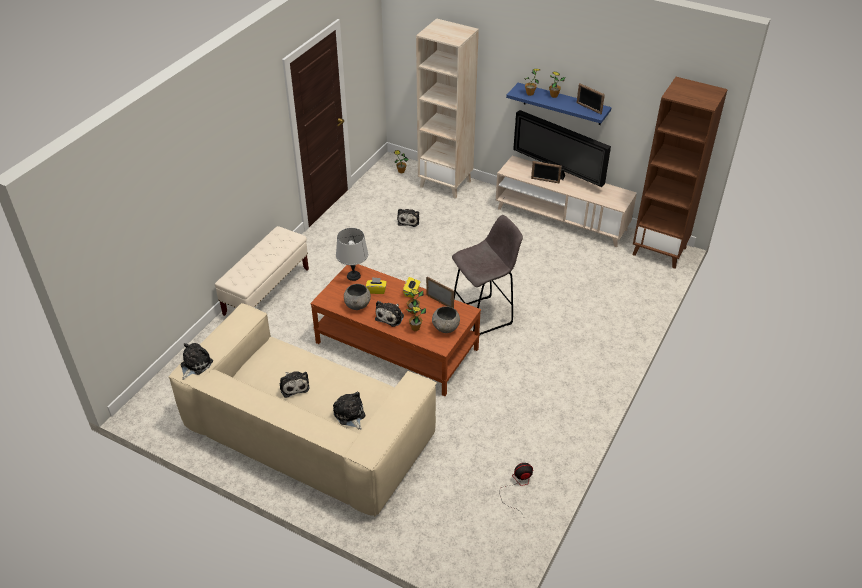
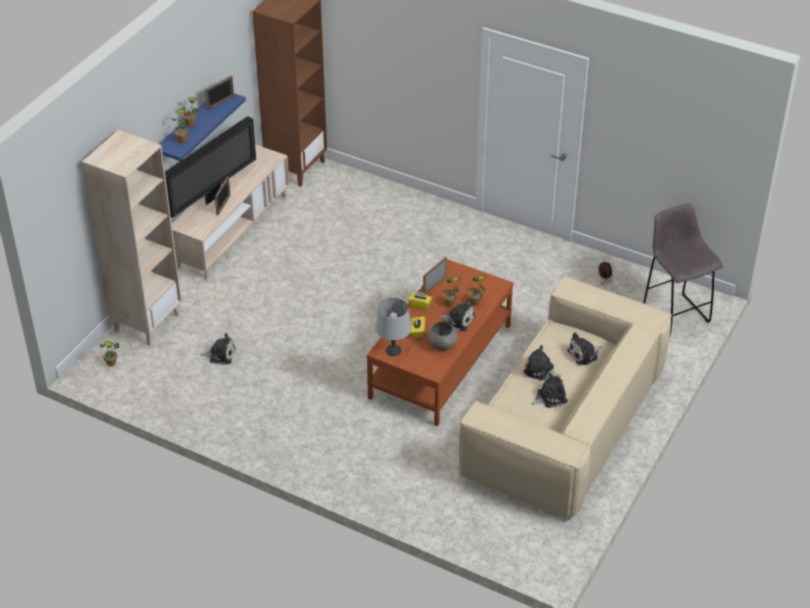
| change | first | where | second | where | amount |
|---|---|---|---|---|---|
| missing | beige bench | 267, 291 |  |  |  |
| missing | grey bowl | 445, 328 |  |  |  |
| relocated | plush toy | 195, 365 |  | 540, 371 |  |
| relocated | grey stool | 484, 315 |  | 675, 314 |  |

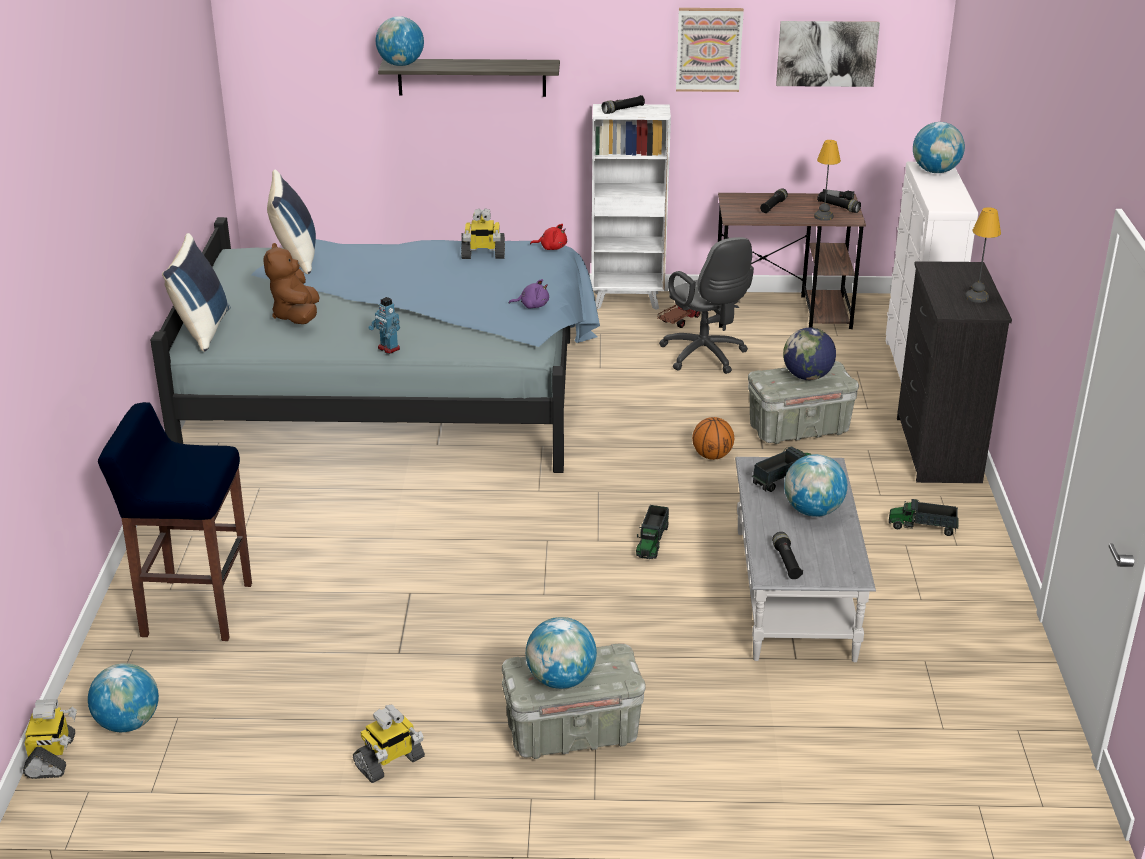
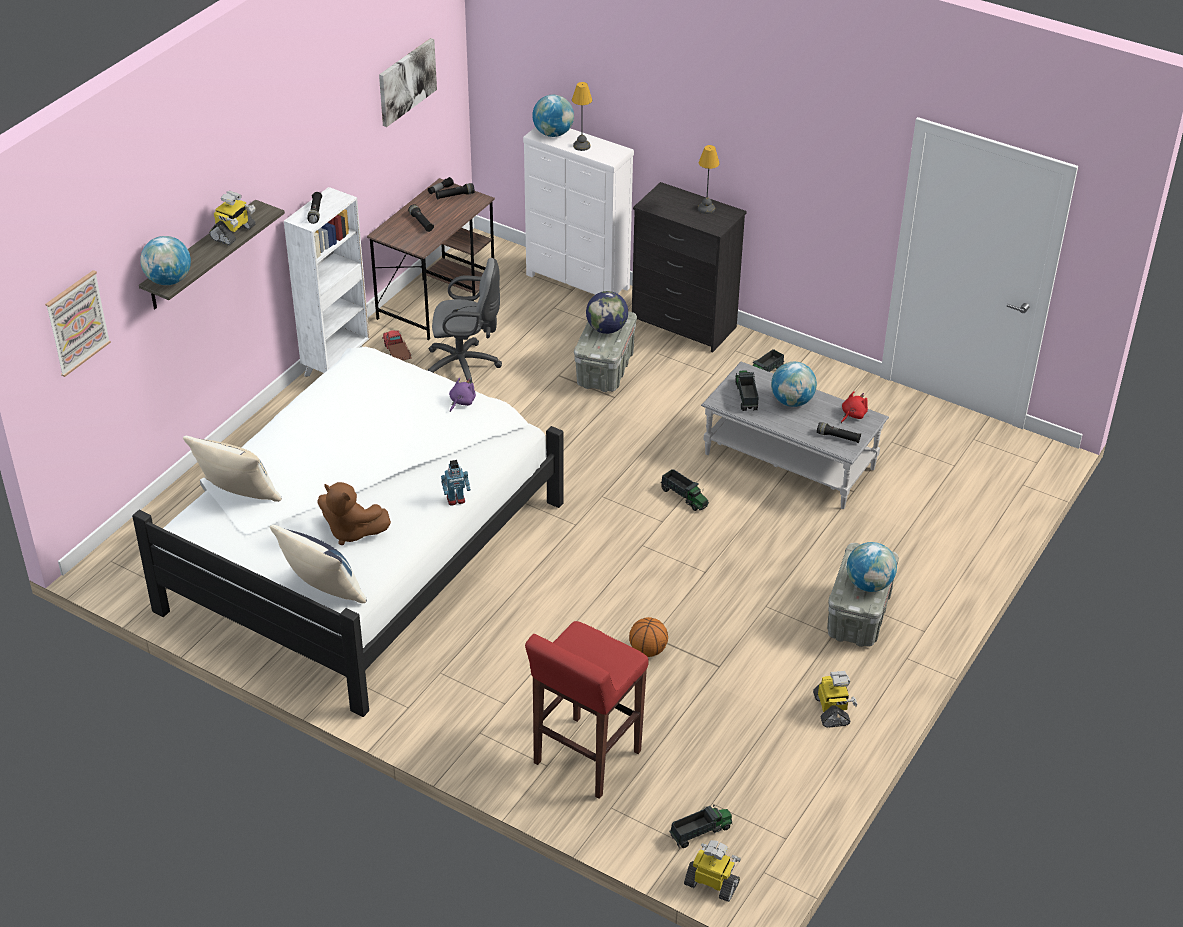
| change | first | where | second | where | amount |
|---|---|---|---|---|---|
| relocated | toy robot | 483, 255 |  | 233, 233 |  |
| relocated | red plush toy | 551, 248 |  | 852, 415 |  |
| relocated | picture | 709, 49 |  | 77, 322 |  |
| relocated | basketball | 712, 456 |  | 648, 650 |  |
| relocated | table lamp | 824, 216 |  | 582, 145 |  |
| exchanged | globe | 128, 723 | toy truck | 700, 832 |  |
| colour | blue stool | 195, 610 | red stool | 586, 758 |  |
| colour | blue bed | 397, 391 | white bed | 360, 545 |  |
| colour | blue pillow | 295, 257 | beige pillow | 236, 497 |  |

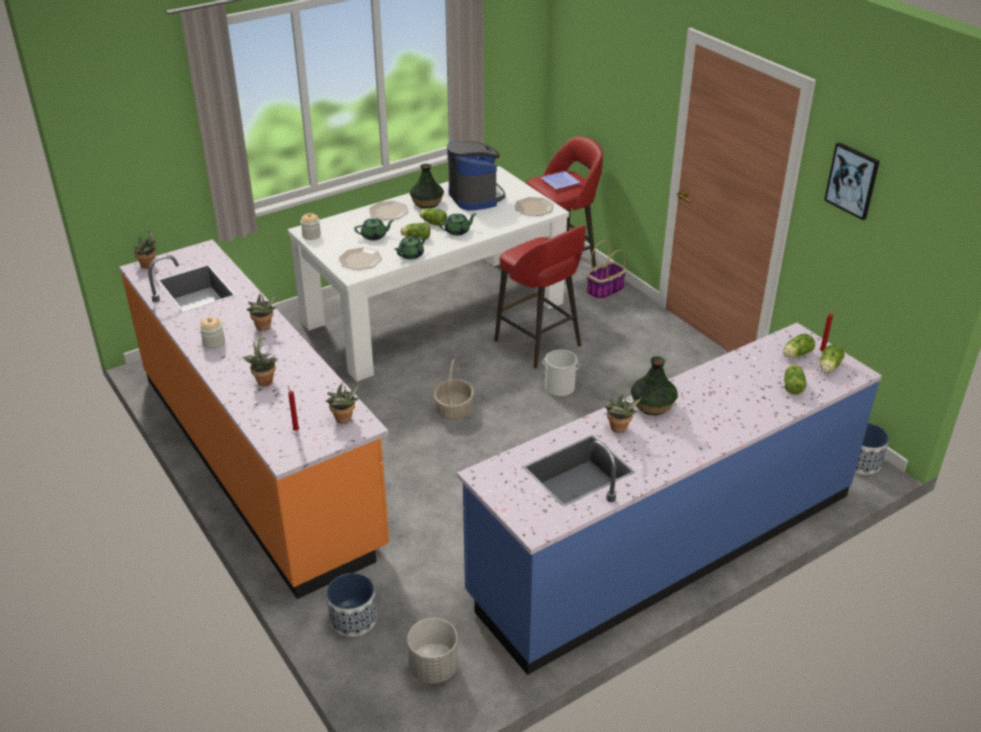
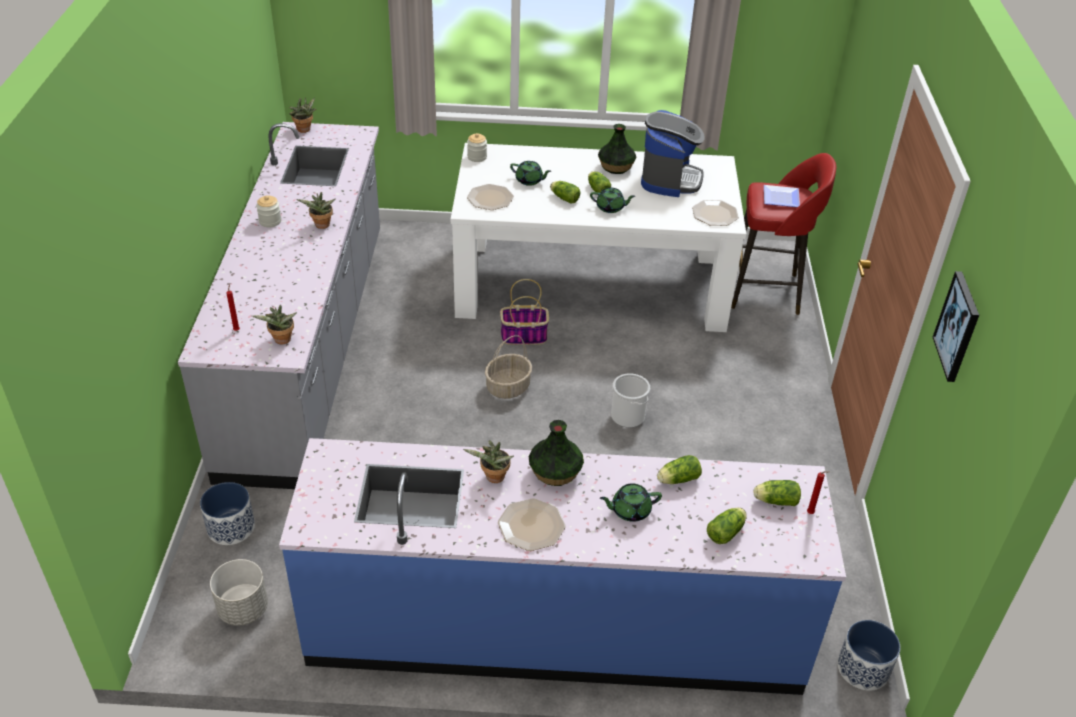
| change | first | where | second | where | amount |
|---|---|---|---|---|---|
| missing | potted plant | 264, 380 |  |  |  |
| missing | red stool | 539, 344 |  |  |  |
| relocated | plate | 388, 211 |  | 530, 526 |  |
| relocated | green teapot | 410, 255 |  | 630, 510 |  |
| relocated | basket | 605, 291 |  | 523, 336 |  |
| relocated | lettuce | 828, 367 |  | 677, 479 |  |
| colour | orange counter | 259, 458 | grey counter | 309, 347 |  |

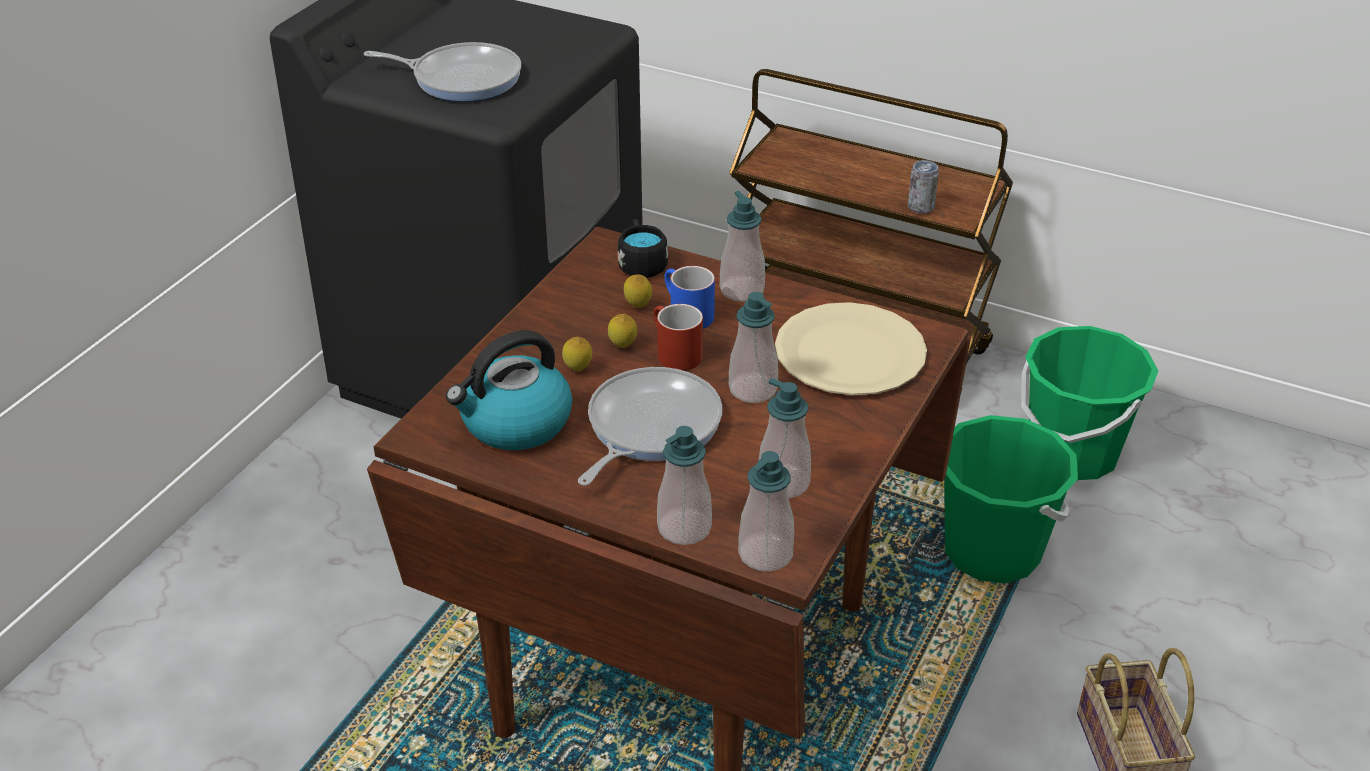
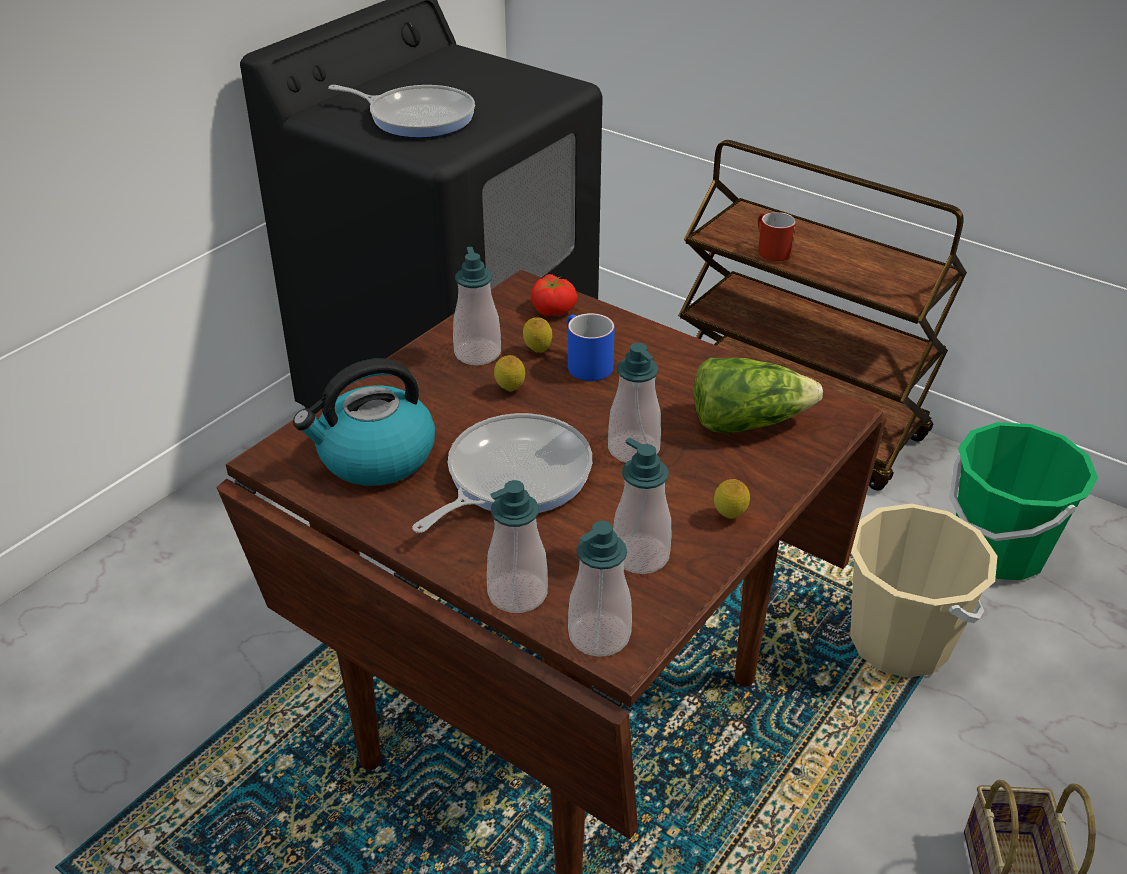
| change | first | where | second | where | amount |
|---|---|---|---|---|---|
| missing | can | 921, 207 |  |  |  |
| relocated | lemon | 578, 370 |  | 729, 517 |  |
| relocated | red mug | 673, 353 |  | 769, 250 |  |
| relocated | soap dispenser | 742, 290 |  | 477, 353 |  |
| exchanged | black mug | 641, 263 | tomato | 554, 309 |  |
| exchanged | beige plate | 849, 353 | lettuce | 747, 421 |  |
| colour | green bucket | 992, 551 | beige bucket | 899, 641 |  |

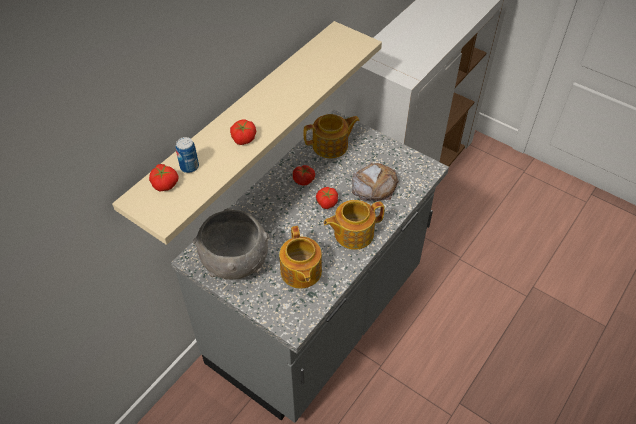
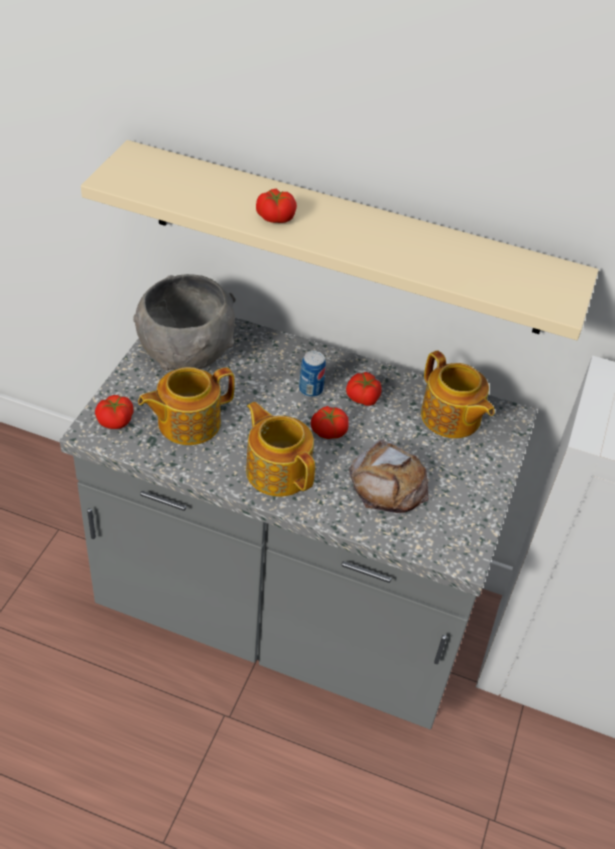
| change | first | where | second | where | amount |
|---|---|---|---|---|---|
| relocated | tomato | 165, 184 |  | 116, 421 |  |
| relocated | can | 189, 167 |  | 311, 390 |  |

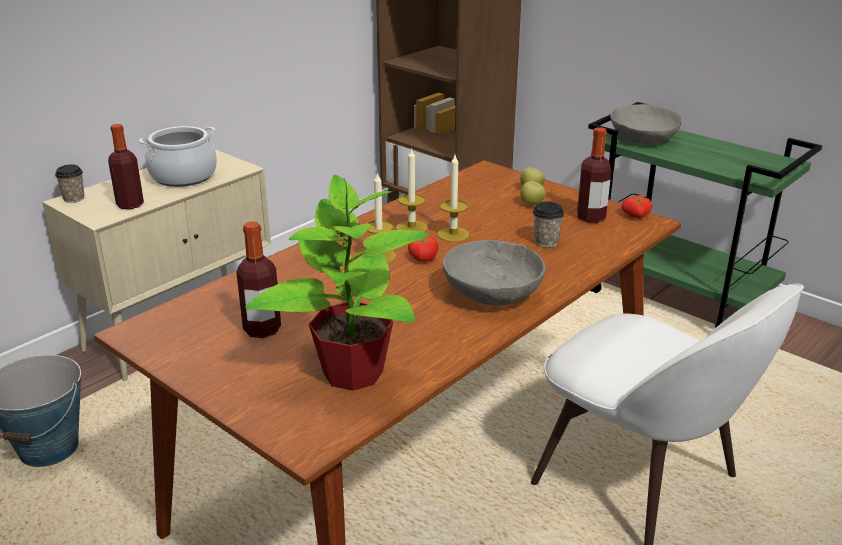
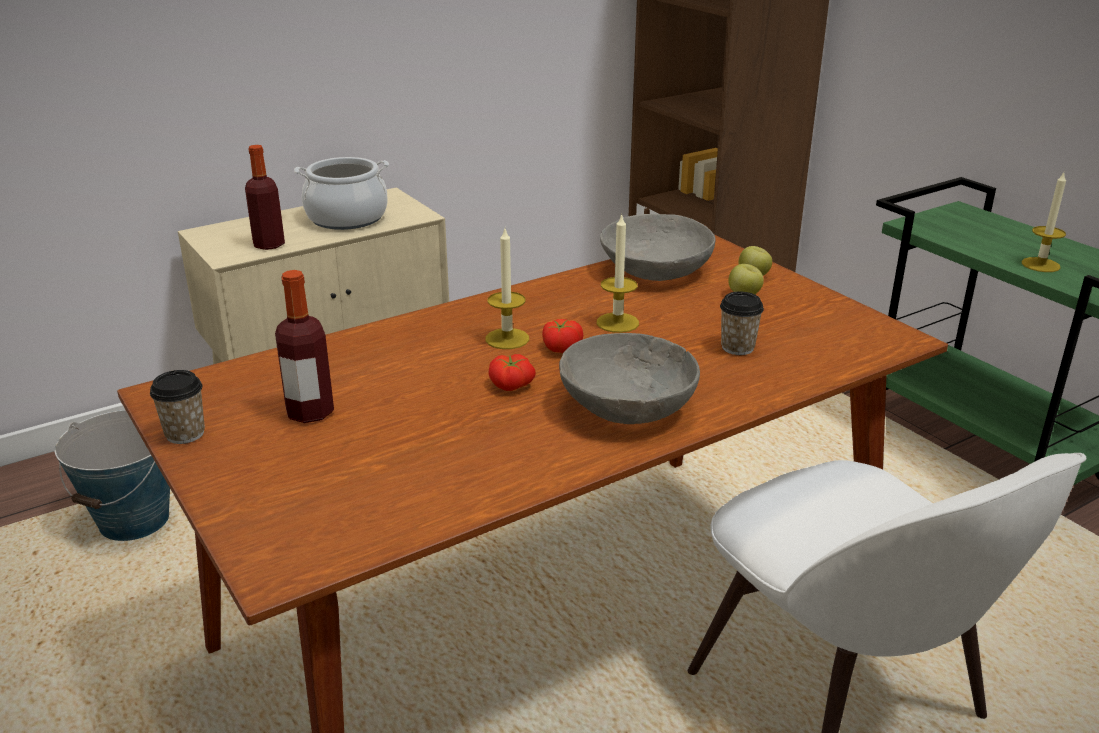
| change | first | where | second | where | amount |
|---|---|---|---|---|---|
| missing | potted plant | 351, 372 |  |  |  |
| missing | bottle | 591, 217 |  |  |  |
| relocated | cup | 74, 198 |  | 185, 434 |  |
| relocated | candle | 411, 228 |  | 1040, 265 |  |
| relocated | grey bowl | 643, 138 |  | 656, 270 |  |
| relocated | tomato | 636, 216 |  | 510, 386 |  |

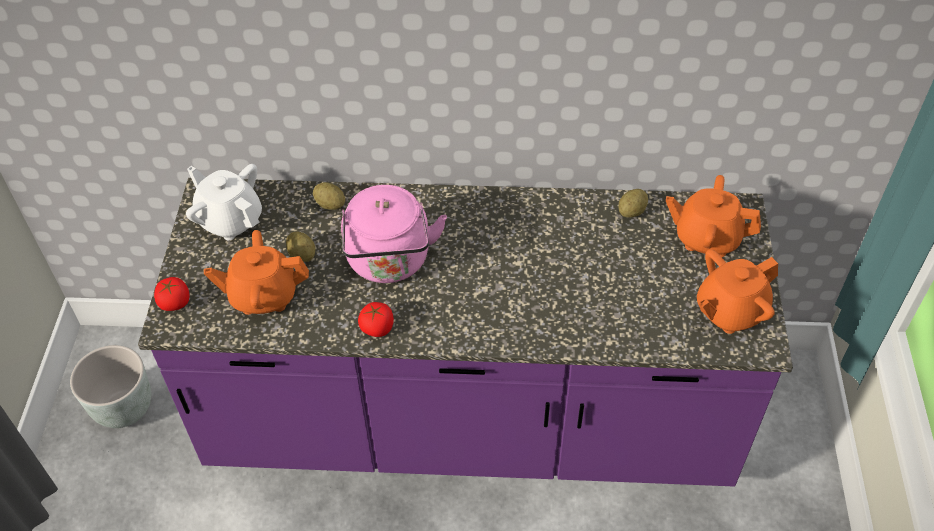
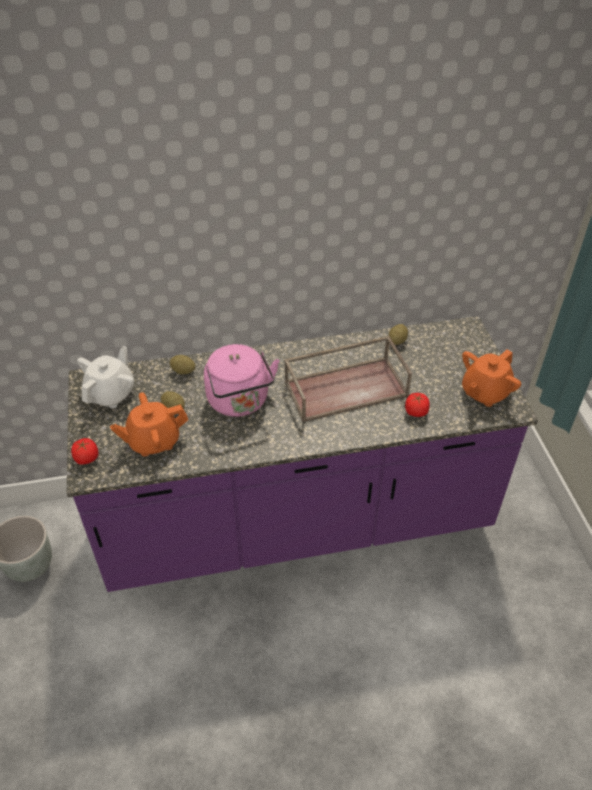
| change | first | where | second | where | amount |
|---|---|---|---|---|---|
| missing | orange teapot | 706, 238 |  |  |  |
| appeared |  |  | brown tray | 347, 387 |  |
| relocated | tomato | 377, 328 |  | 416, 412 |  |
| spun | white teapot | 230, 220 |  | 111, 394 | 90 degrees clockwise |

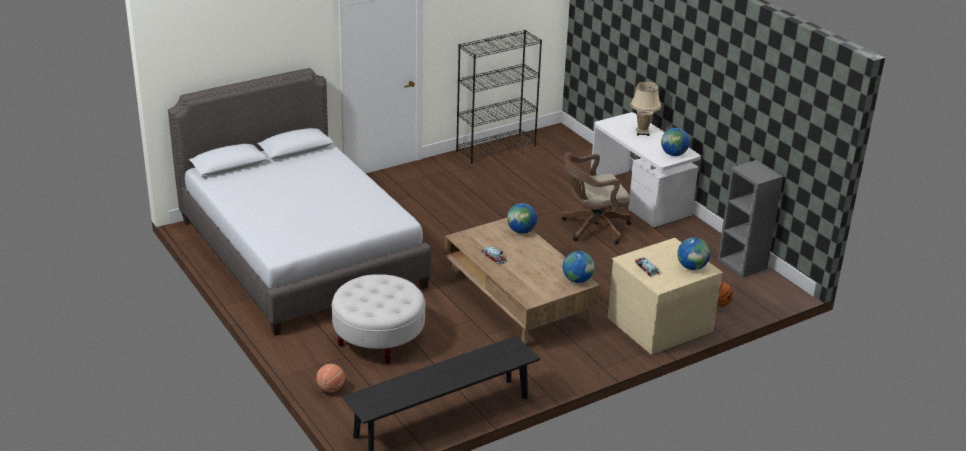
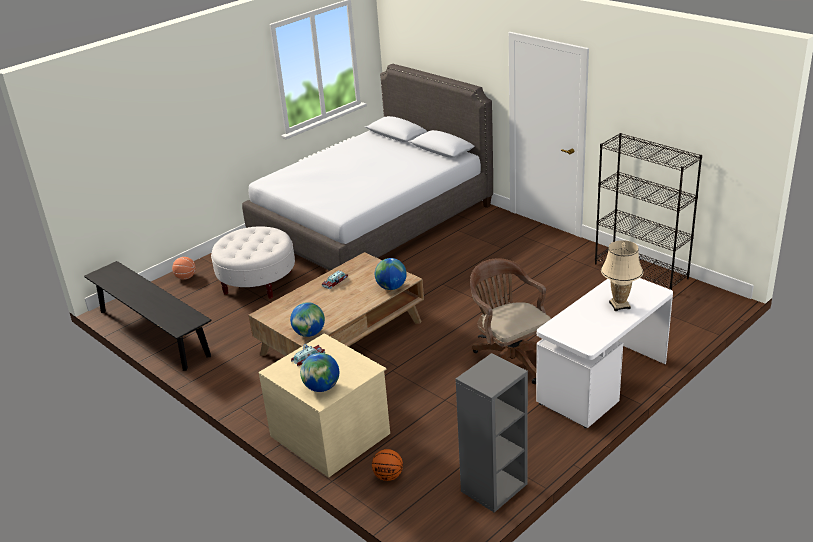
| change | first | where | second | where | amount |
|---|---|---|---|---|---|
| missing | globe | 673, 154 |  |  |  |

